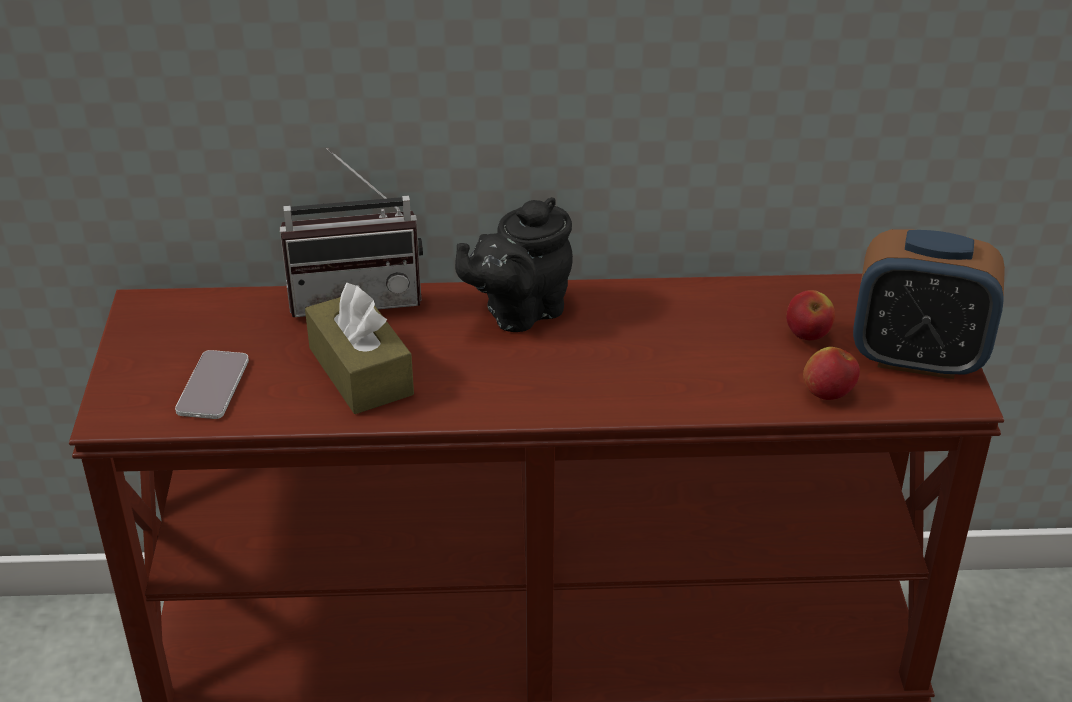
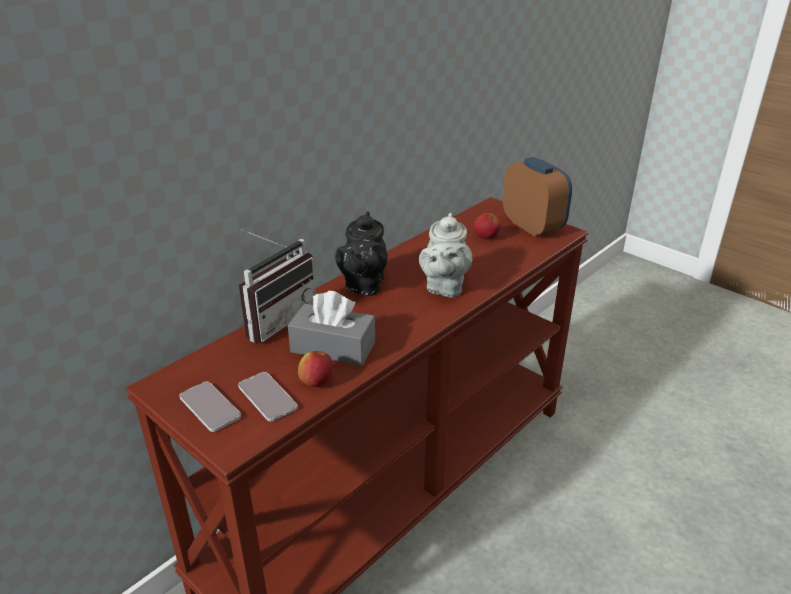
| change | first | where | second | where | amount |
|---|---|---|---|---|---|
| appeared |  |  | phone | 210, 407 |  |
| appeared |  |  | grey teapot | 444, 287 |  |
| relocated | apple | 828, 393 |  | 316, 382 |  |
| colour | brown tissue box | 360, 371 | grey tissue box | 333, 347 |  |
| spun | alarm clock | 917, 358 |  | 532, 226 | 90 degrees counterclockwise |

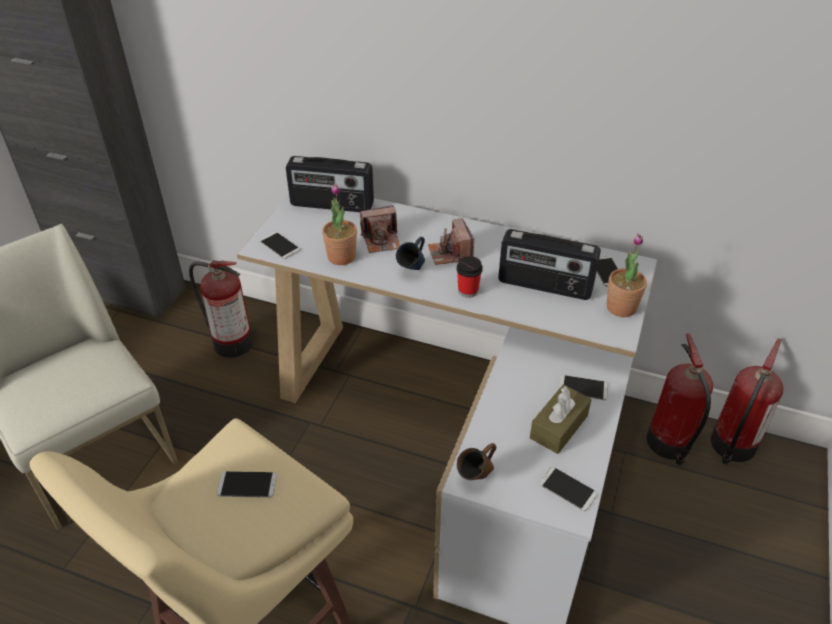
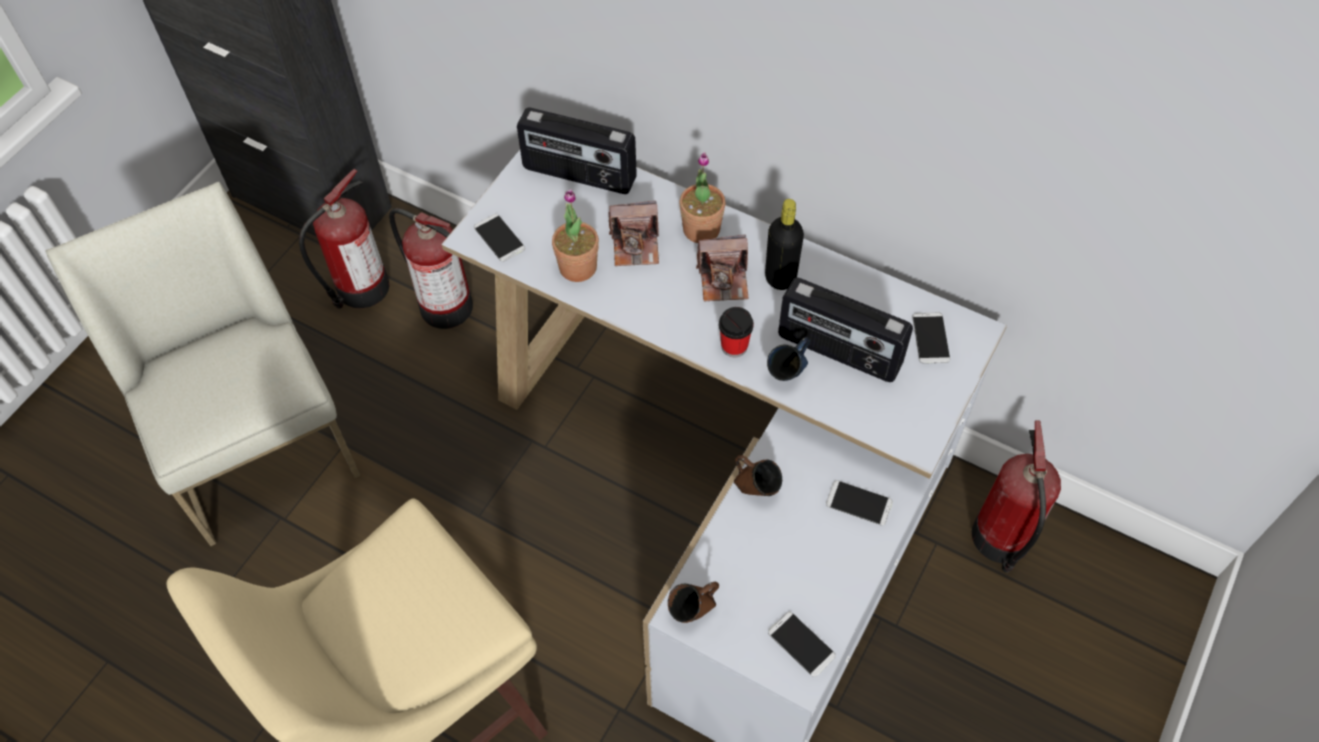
| change | first | where | second | where | amount |
|---|---|---|---|---|---|
| missing | phone | 247, 485 |  |  |  |
| missing | brown tissue box | 558, 427 |  |  |  |
| appeared |  |  | brown mug | 755, 489 |  |
| appeared |  |  | black bottle | 780, 277 |  |
| relocated | blue mug | 412, 271 |  | 788, 375 |  |
| relocated | potted plant | 621, 307 |  | 701, 229 |  |
| relocated | fire extinguisher | 732, 446 |  | 360, 289 |  |
| spun | photo camera | 450, 253 |  | 724, 280 | 90 degrees counterclockwise |

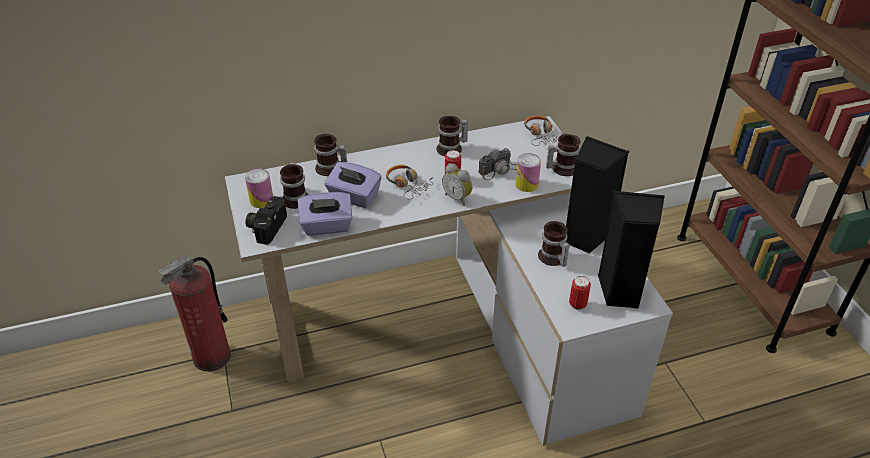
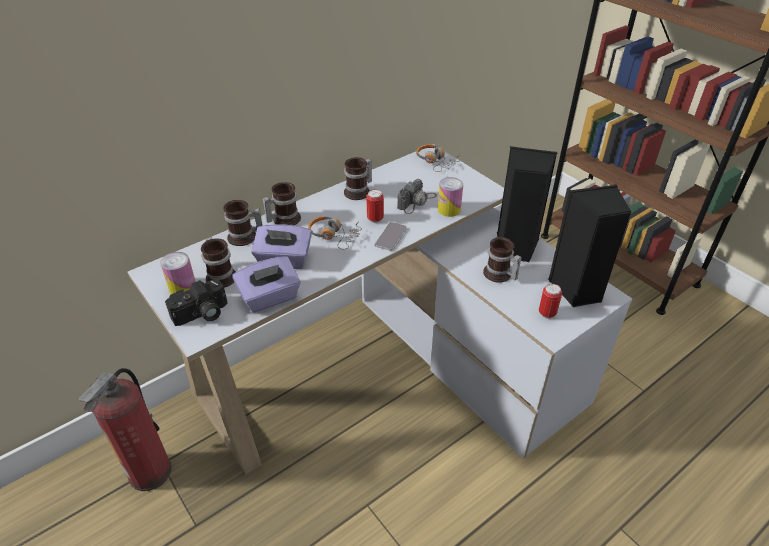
| change | first | where | second | where | amount |
|---|---|---|---|---|---|
| relocated | mug | 562, 168 |  | 283, 219 |  |
| exchanged | alarm clock | 458, 198 | phone | 391, 237 |  |
| spun | photo camera | 266, 226 |  | 201, 314 | 120 degrees counterclockwise |

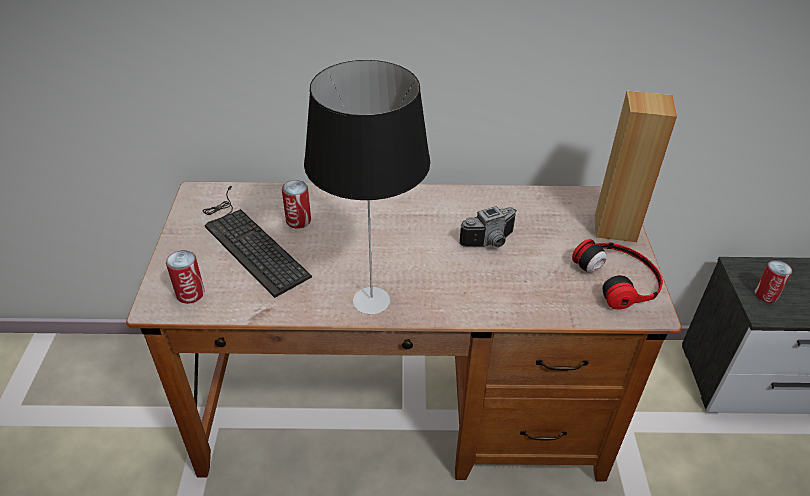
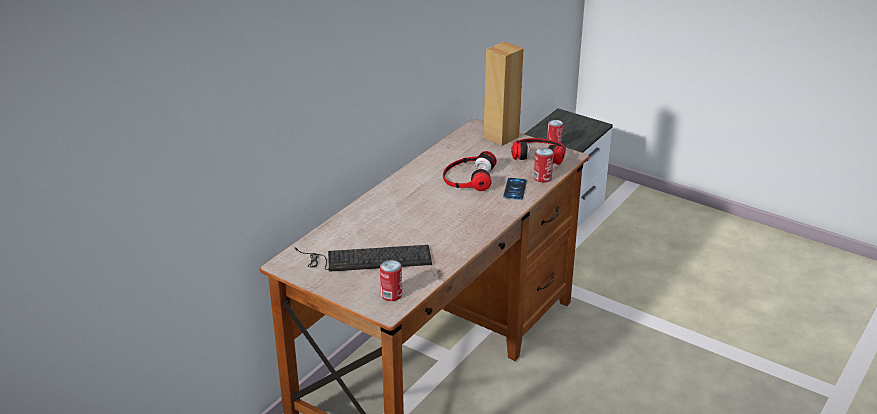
| change | first | where | second | where | amount |
|---|---|---|---|---|---|
| missing | table lamp | 370, 300 |  |  |  |
| appeared |  |  | phone | 515, 189 |  |
| relocated | can | 298, 221 |  | 542, 178 |  |
| exchanged | photo camera | 491, 242 | headphones | 468, 177 |  |

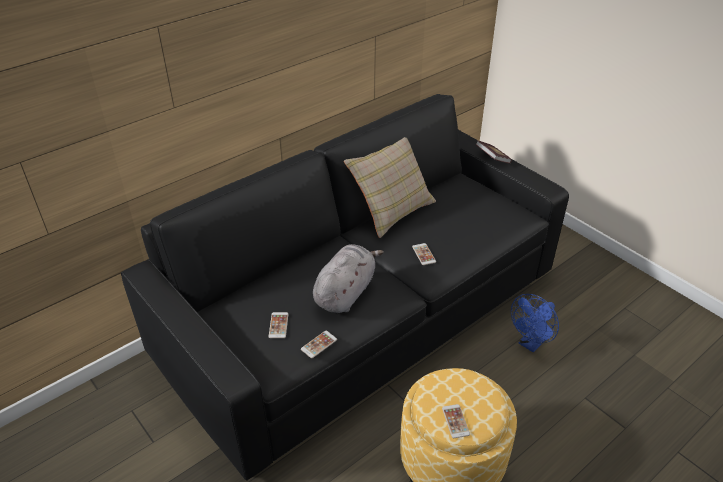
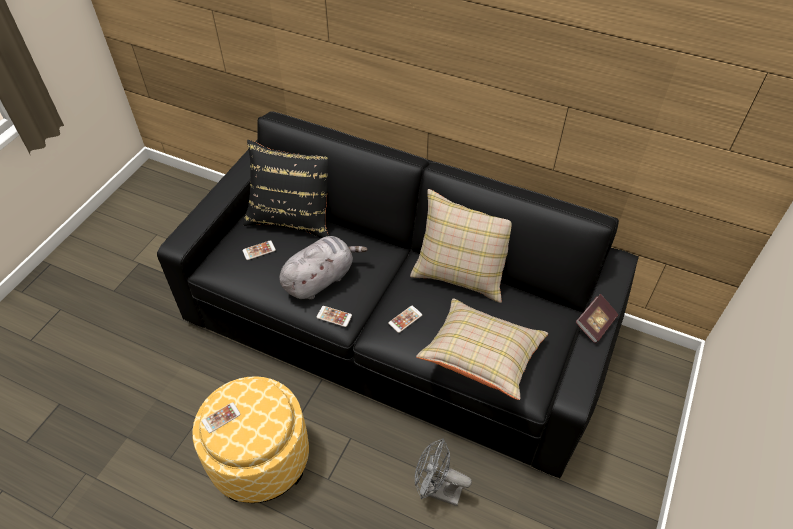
| change | first | where | second | where | amount |
|---|---|---|---|---|---|
| appeared |  |  | black pillow | 292, 216 |  |
| appeared |  |  | beige pillow | 481, 357 |  |
| relocated | phone | 319, 344 |  | 334, 316 |  |
| colour | blue fan | 531, 343 | grey fan | 437, 490 |  |
| spun | grey plush toy | 345, 292 |  | 320, 279 | 45 degrees counterclockwise |

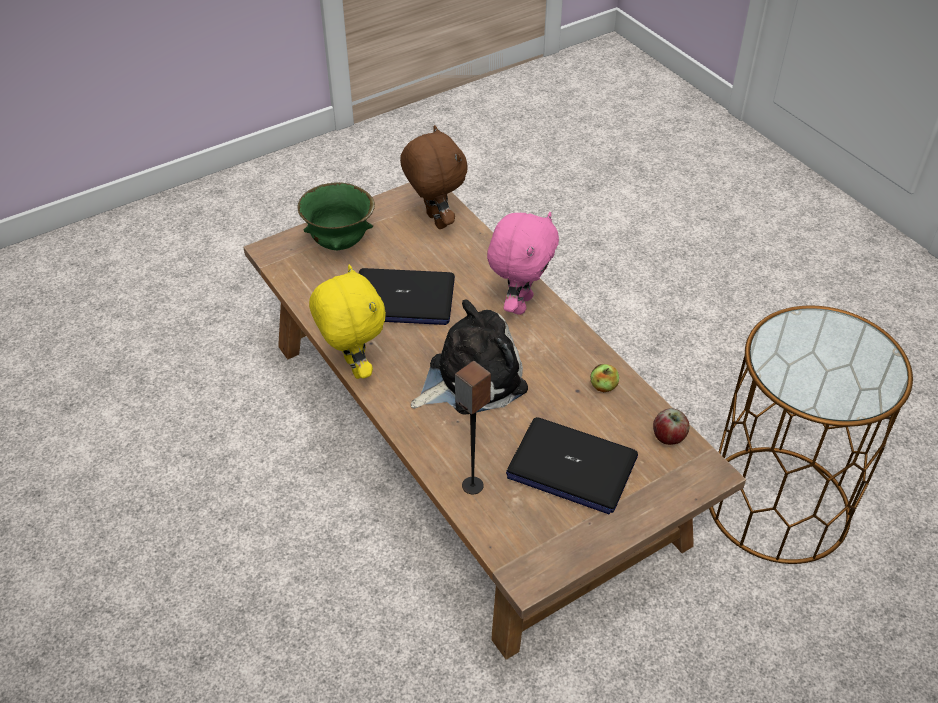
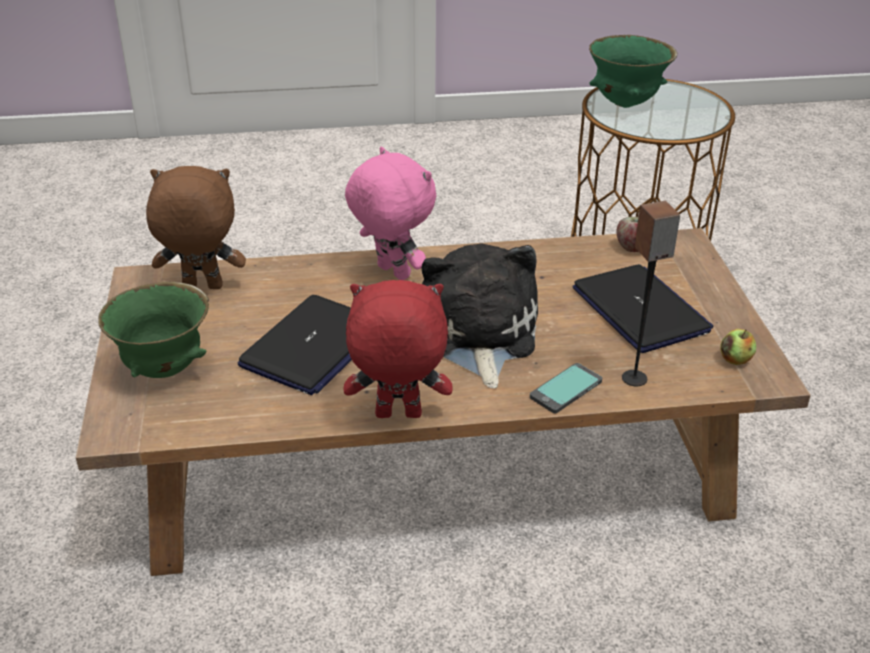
| change | first | where | second | where | amount |
|---|---|---|---|---|---|
| appeared |  |  | phone | 566, 389 |  |
| appeared |  |  | green bowl | 625, 104 |  |
| relocated | apple | 603, 386 |  | 735, 359 |  |
| colour | yellow plush toy | 352, 367 | red plush toy | 397, 416 |  |
| spun | laptop | 571, 467 |  | 641, 310 | 75 degrees counterclockwise |

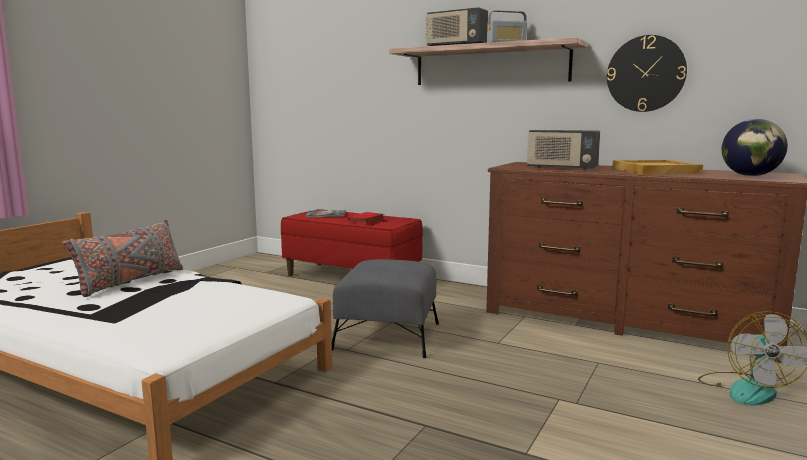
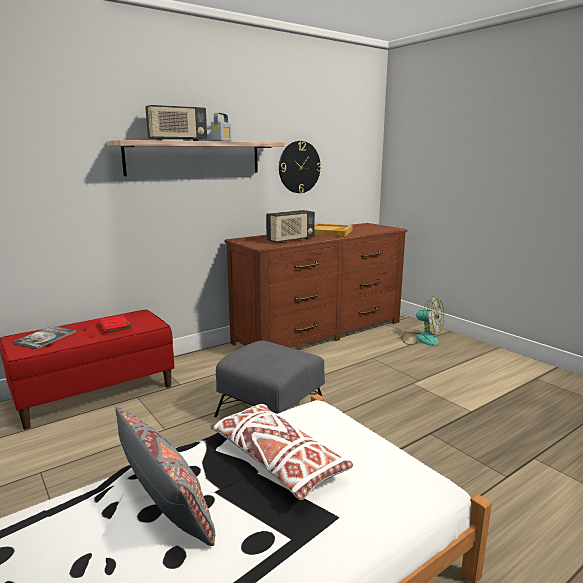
| change | first | where | second | where | amount |
|---|---|---|---|---|---|
| missing | globe | 750, 175 |  |  |  |
| appeared |  |  | white pillow | 278, 460 |  |

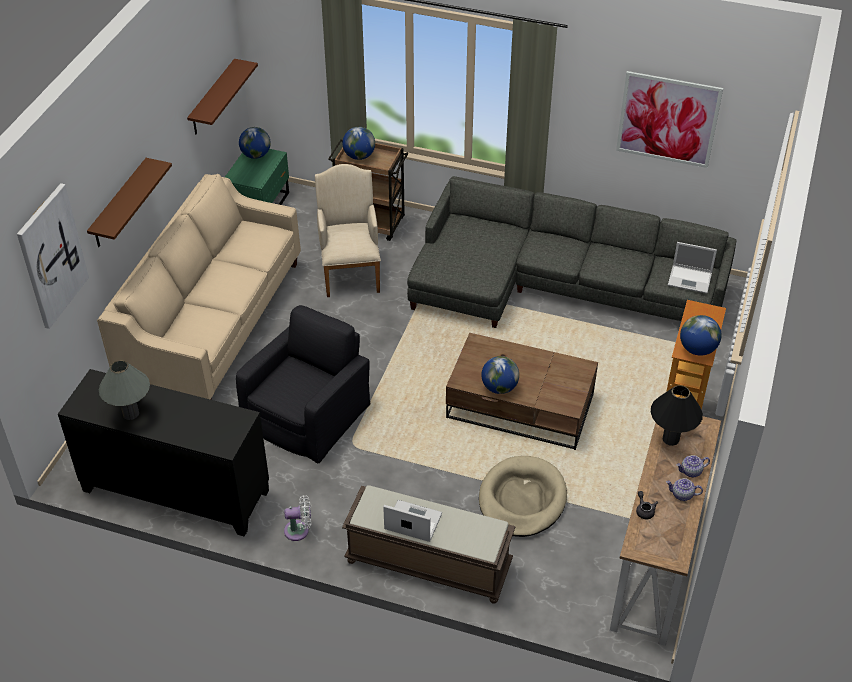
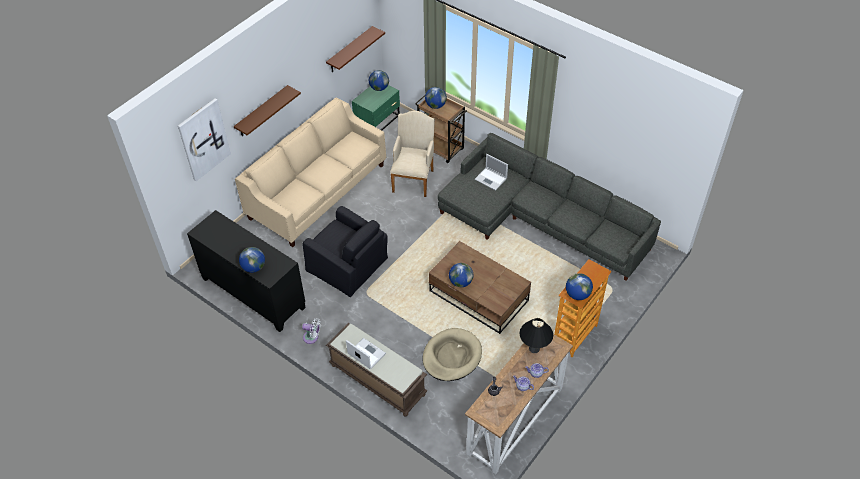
| change | first | where | second | where | amount |
|---|---|---|---|---|---|
| missing | grey table lamp | 131, 413 |  |  |  |
| missing | picture | 668, 119 |  |  |  |
| appeared |  |  | globe | 254, 267 |  |
| relocated | laptop | 690, 279 |  | 491, 179 |  |
| spun | black armchair | 307, 413 |  | 348, 265 | 75 degrees clockwise |

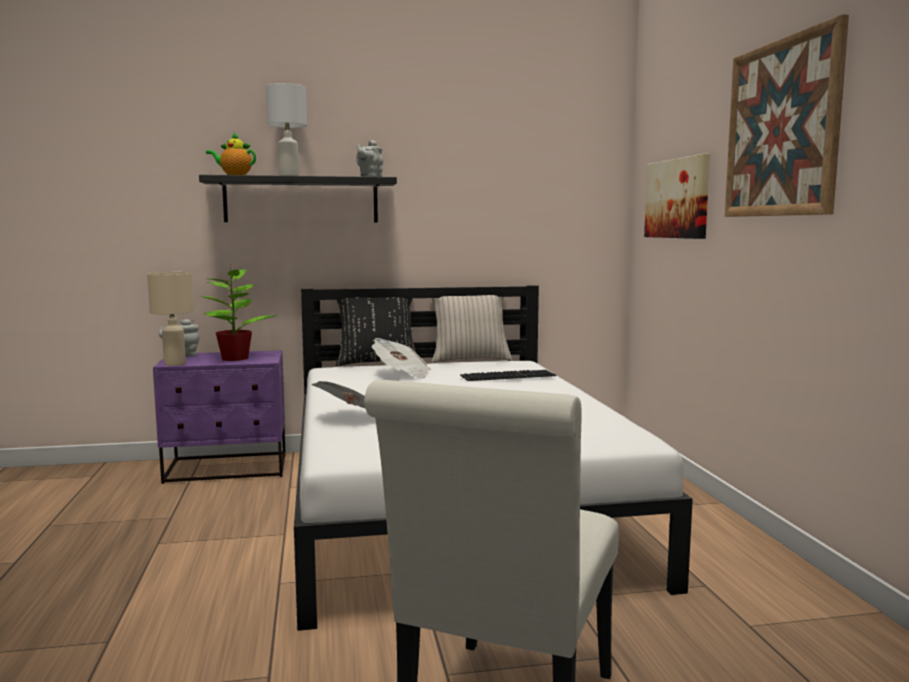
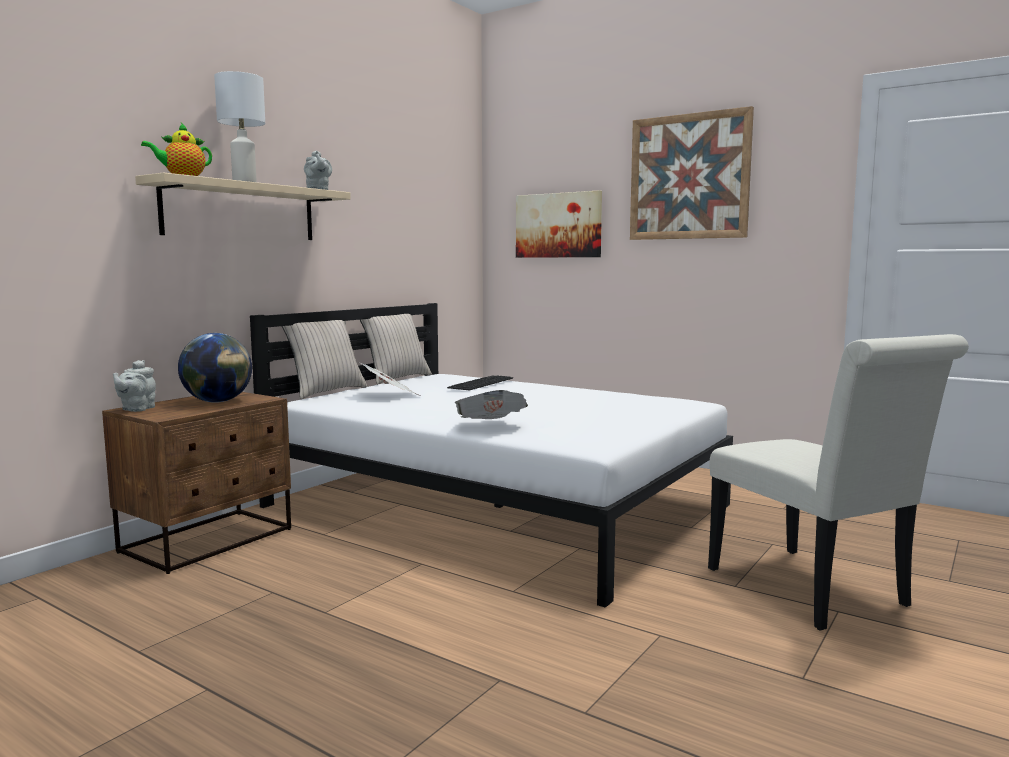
| change | first | where | second | where | amount |
|---|---|---|---|---|---|
| missing | beige table lamp | 175, 364 |  |  |  |
| exchanged | potted plant | 235, 358 | globe | 217, 402 |  |
| colour | purple nightstand | 227, 469 | brown nightstand | 209, 540 |  |
| colour | black shelf | 301, 200 | beige shelf | 241, 212 |  |
| colour | black pillow | 377, 363 | beige pillow | 325, 392 |  |

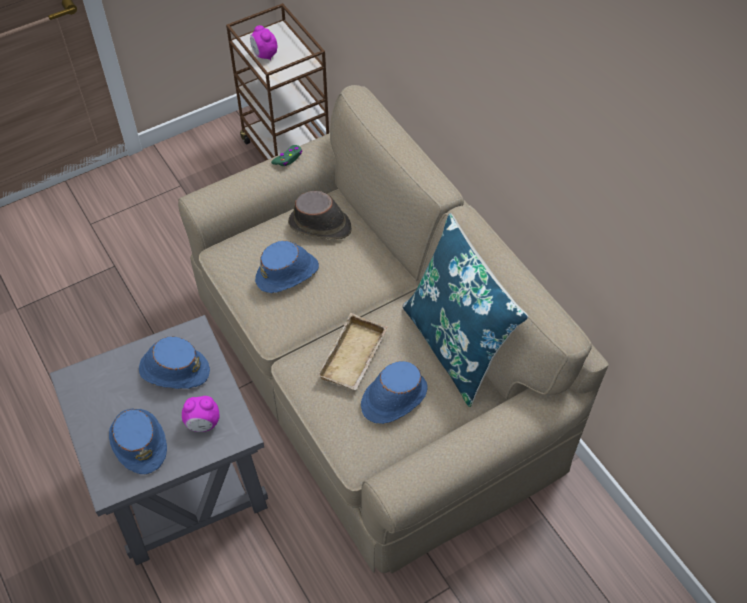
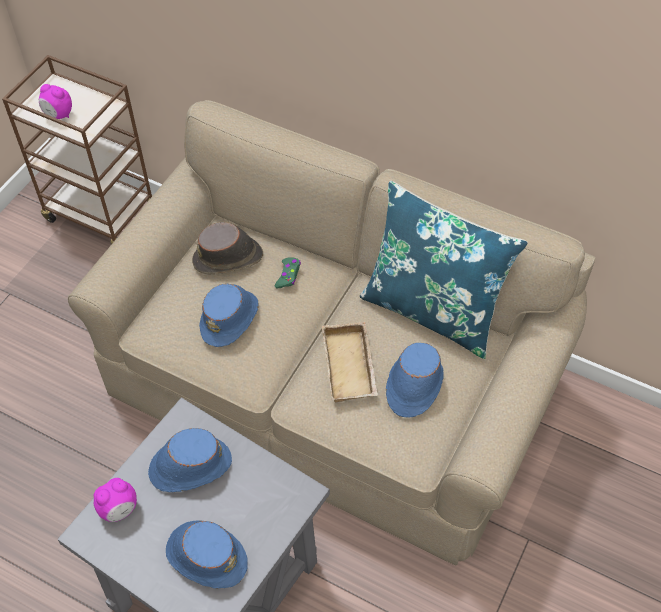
| change | first | where | second | where | amount |
|---|---|---|---|---|---|
| relocated | alarm clock | 203, 423 |  | 119, 510 |  |
| relocated | green game controller | 288, 158 |  | 288, 275 |  |

